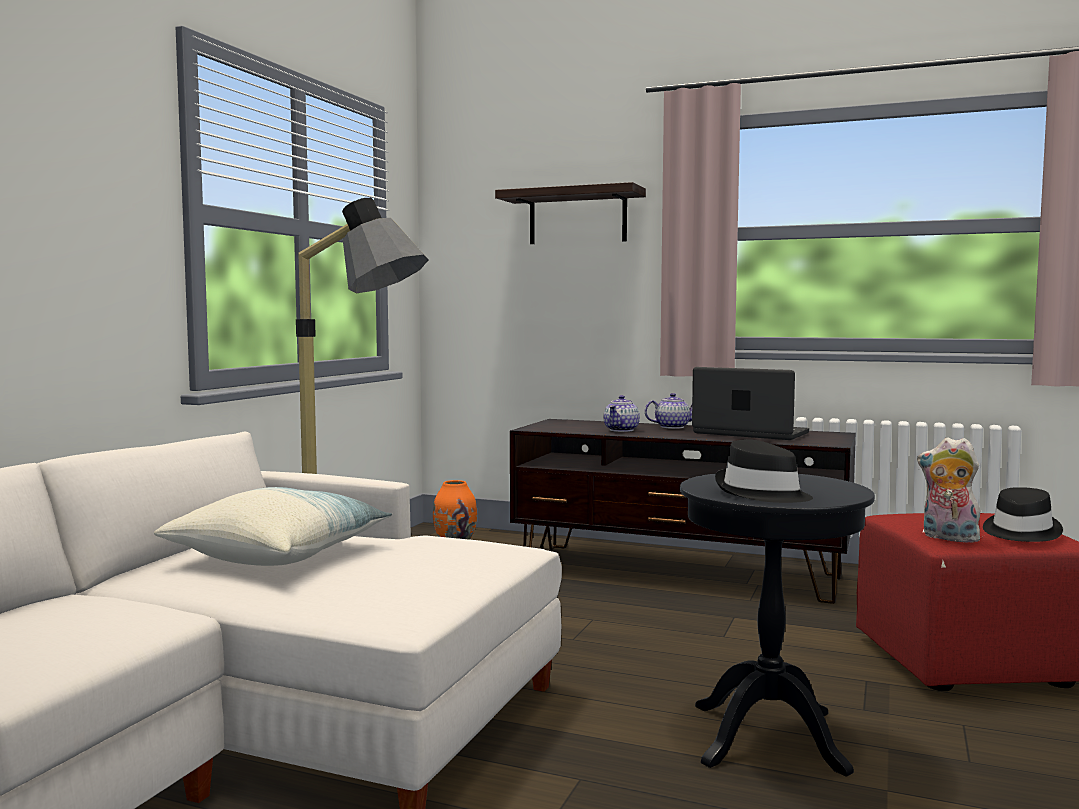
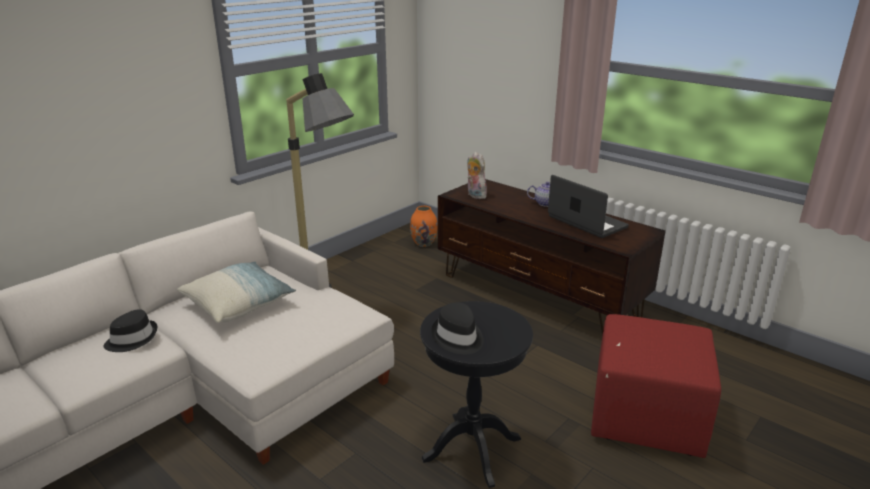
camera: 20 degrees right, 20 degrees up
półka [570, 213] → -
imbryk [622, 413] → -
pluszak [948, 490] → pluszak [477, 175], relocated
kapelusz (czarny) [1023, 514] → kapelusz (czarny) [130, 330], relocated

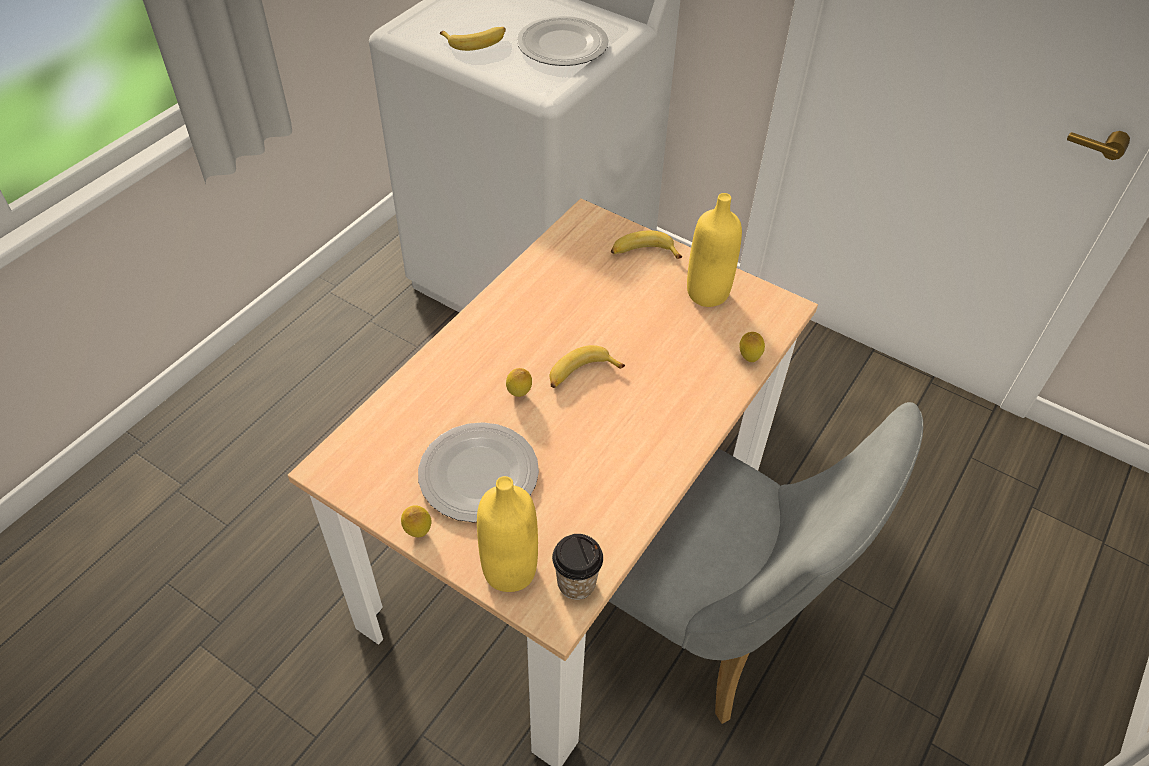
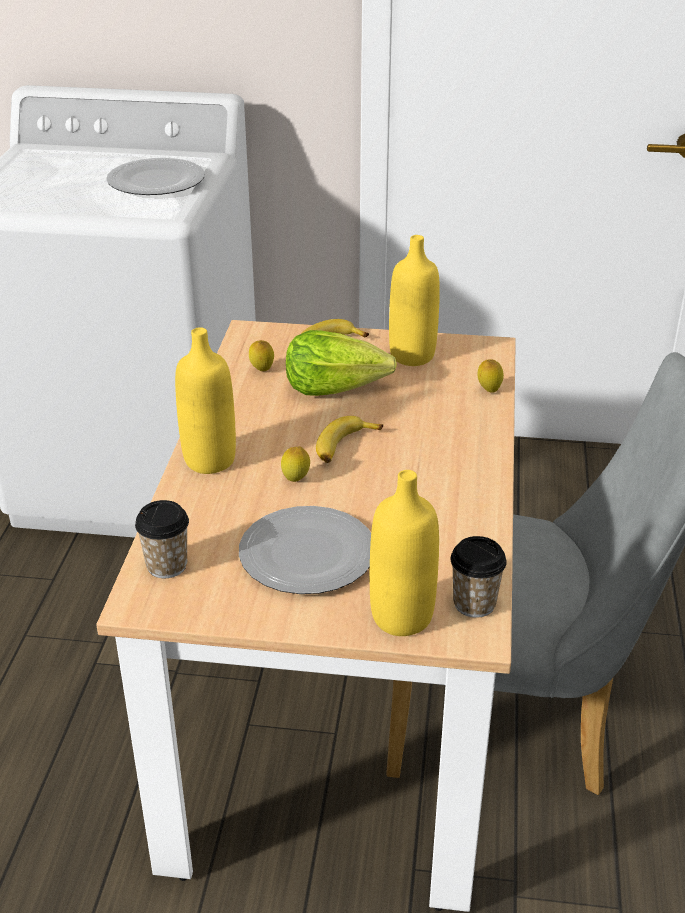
camera: 25 degrees left, 15 degrees down
banan [473, 39] → -
- → filiżanka [162, 539]
- → butelka (żółty) [205, 400]
- → sałata [341, 363]
cytryna [416, 521] → cytryna [261, 355], relocated

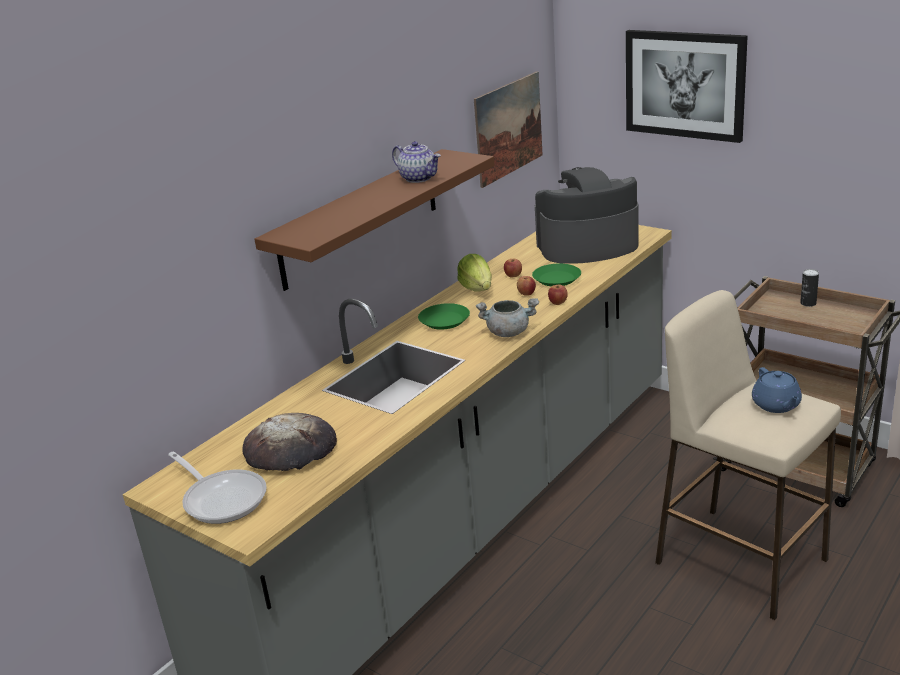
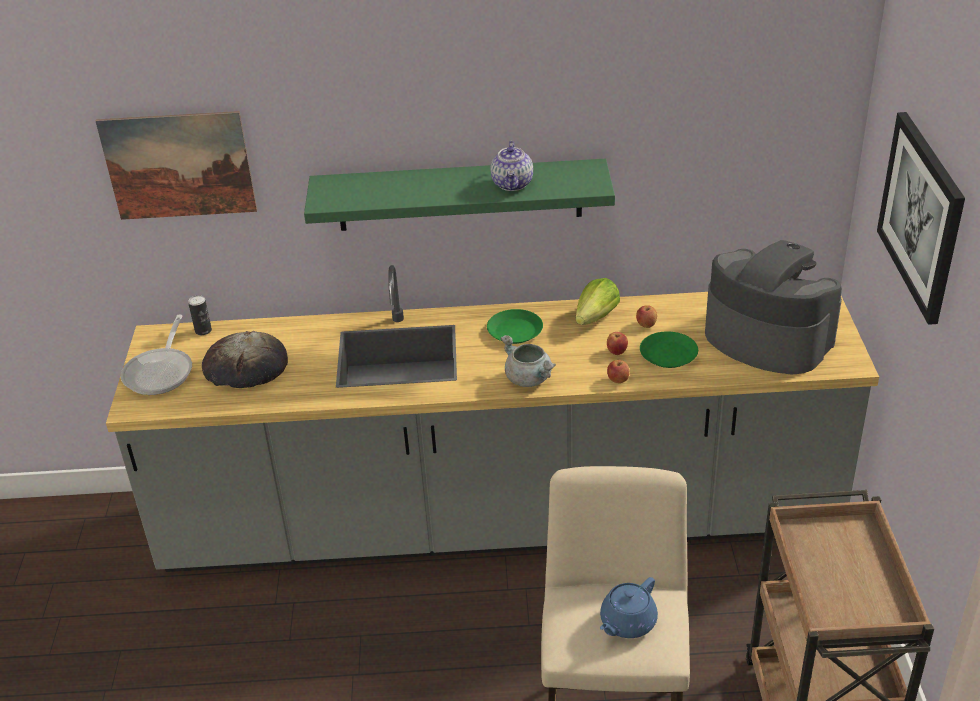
camera: 50 degrees right, 10 degrees up
obraz [508, 129] → obraz [176, 165], relocated
puszka [809, 288] → puszka [200, 315], relocated
półka (brązowy) [375, 220] → półka (zielony) [459, 195]

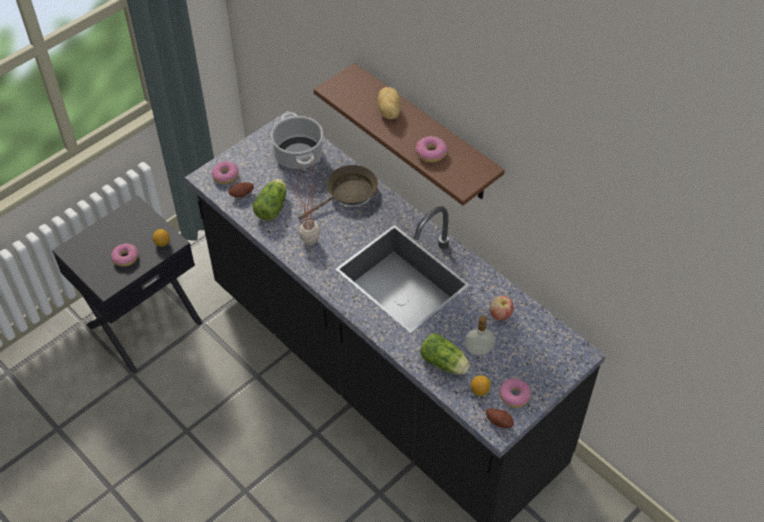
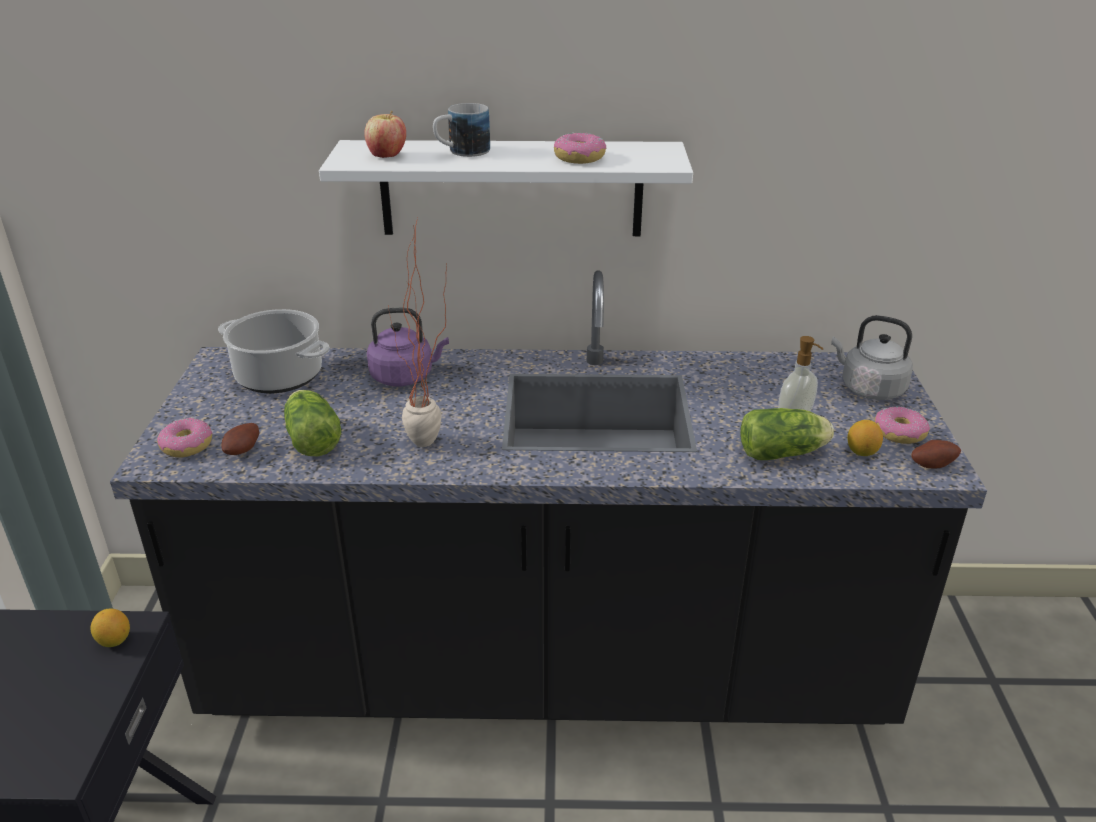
camera: 45 degrees left, 20 degrees down
donut [124, 255] → -
- → czajnik (szary) [872, 357]
jabłko [502, 308] → jabłko [385, 134], relocated
patelnia (brązowy) [338, 192] → czajnik (fioletowy) [408, 347]
ziemniak [389, 103] → kubek [461, 130]
półka (brązowy) [409, 134] → półka (biały) [506, 188]

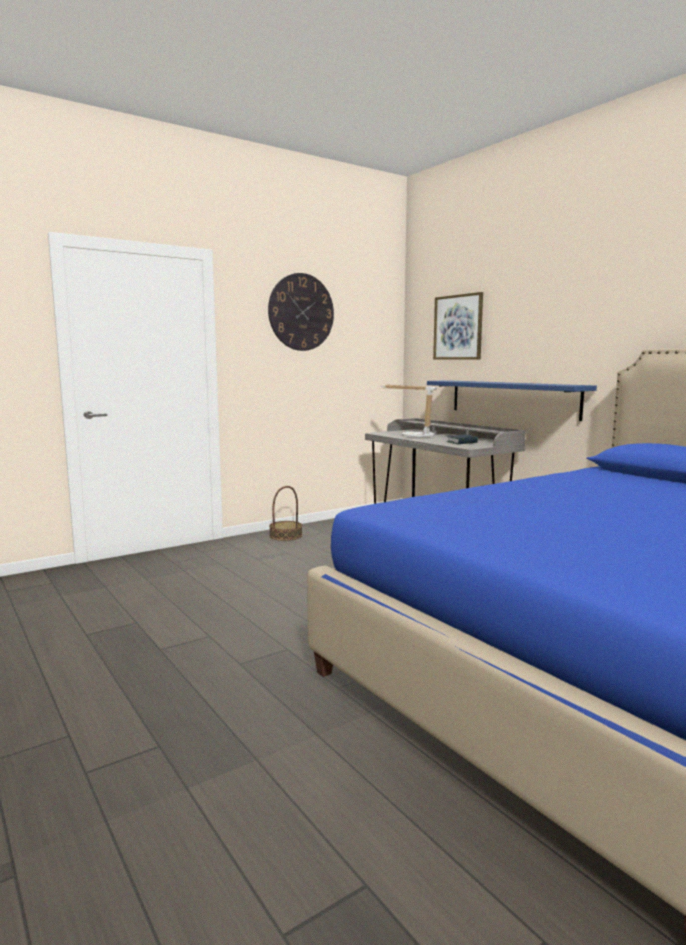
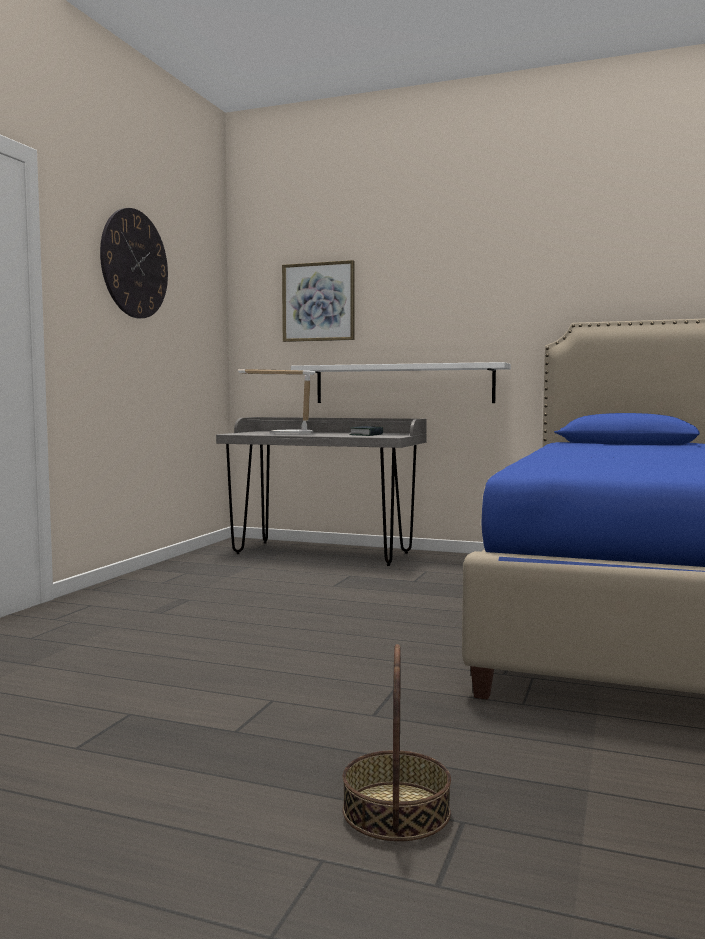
camera: 35 degrees left, 5 degrees down
koszyk [285, 513] → koszyk [397, 742], relocated
półka (niebieski) [512, 400] → półka (biały) [401, 382]

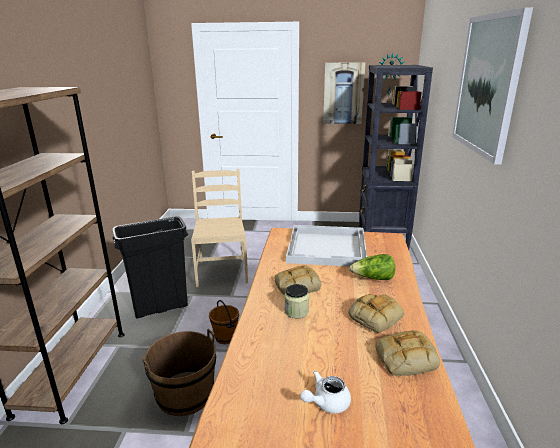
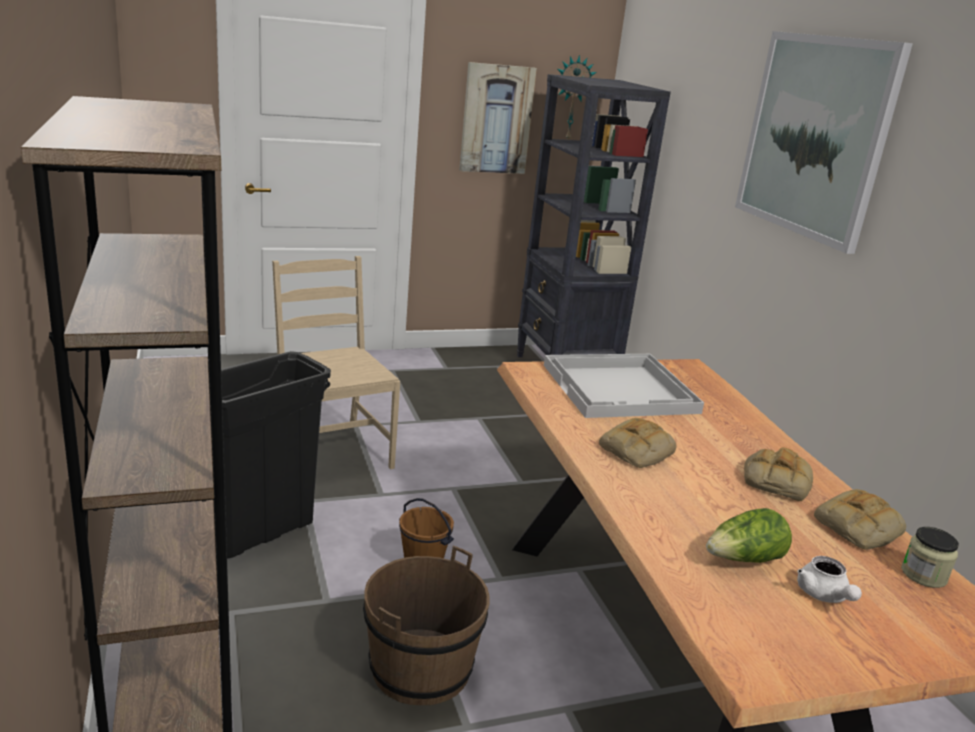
camera: 25 degrees left, 0 degrees up
słoik [297, 301] → słoik [930, 557], relocated
sałata [372, 267] → sałata [749, 535], relocated
imbryk (biały) [325, 392] → imbryk (biały) [829, 579], 45 degrees counterclockwise

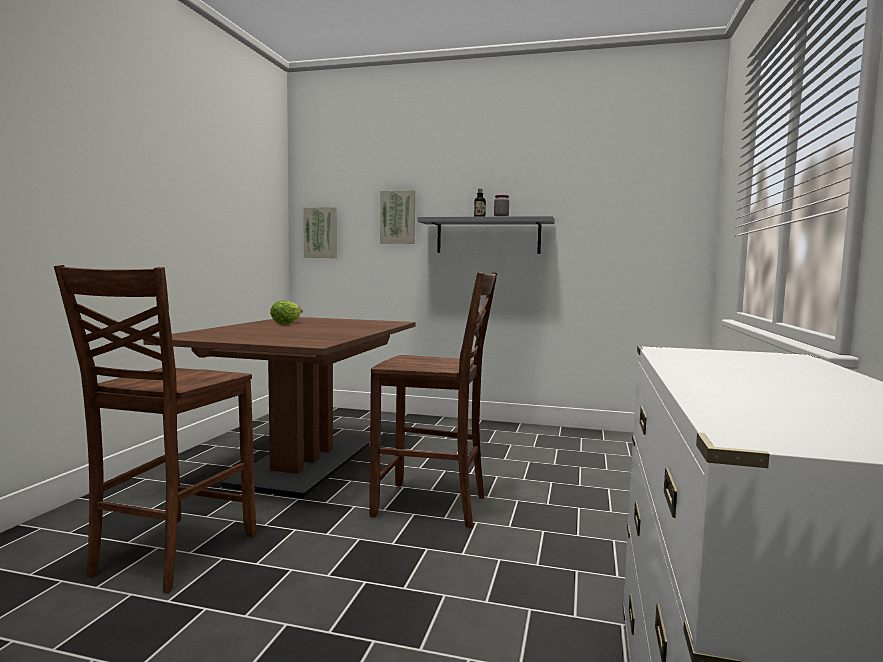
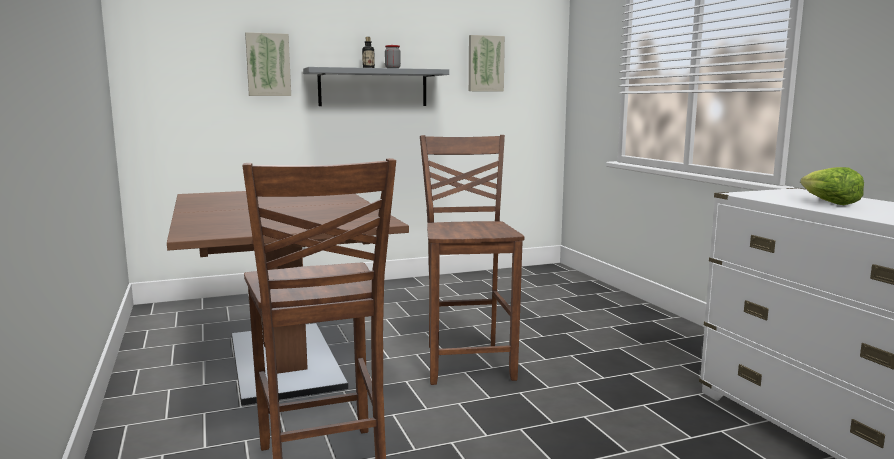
camera: 35 degrees left, 5 degrees up
sałata [286, 312] → sałata [832, 186], relocated
obraz [320, 232] → obraz [487, 63], relocated
krzesło (brązowy) [433, 400] → krzesło (brązowy) [472, 260], 75 degrees counterclockwise

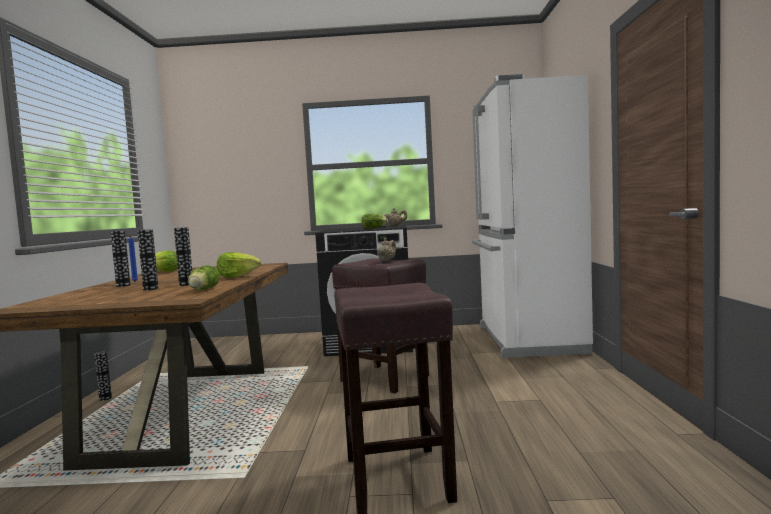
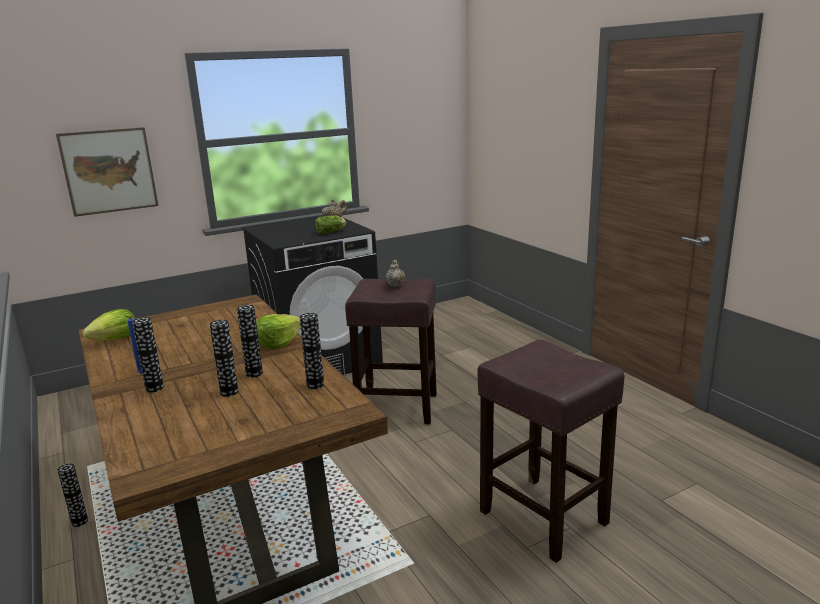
camera: 30 degrees left, 15 degrees up
lodówka (biały) [532, 216] → -
- → obraz [107, 172]
sałata [204, 277] → wazon [312, 351]

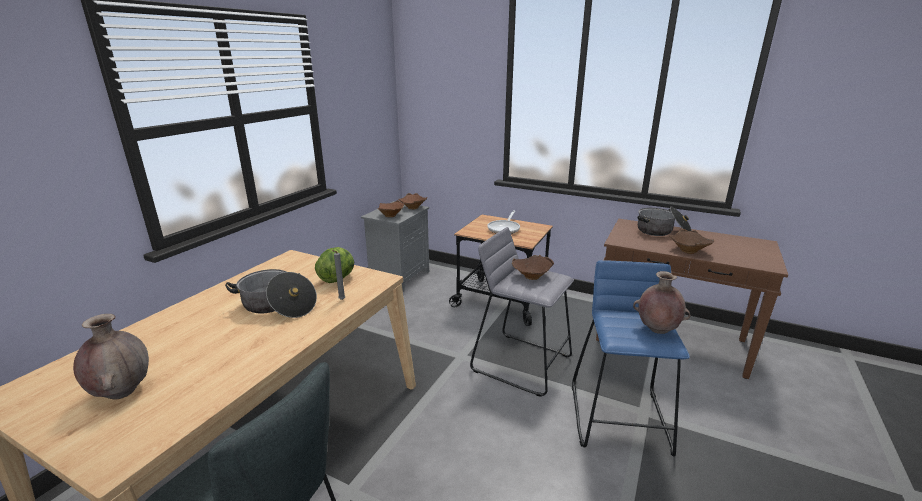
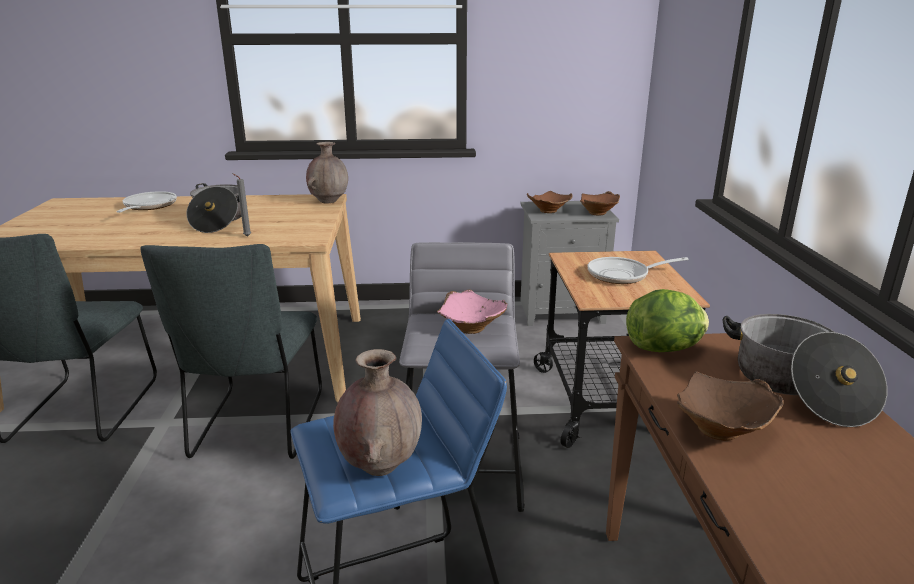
camera: 60 degrees right, 0 degrees up
- → patelnia [147, 202]
- → krzesło (szary) [231, 351]
wazon (brązowy) [111, 357] → wazon (brązowy) [327, 172], relocated
sałata [334, 265] → sałata [667, 320], relocated
miska (brązowy) [533, 267] → miska (różowy) [472, 312]

